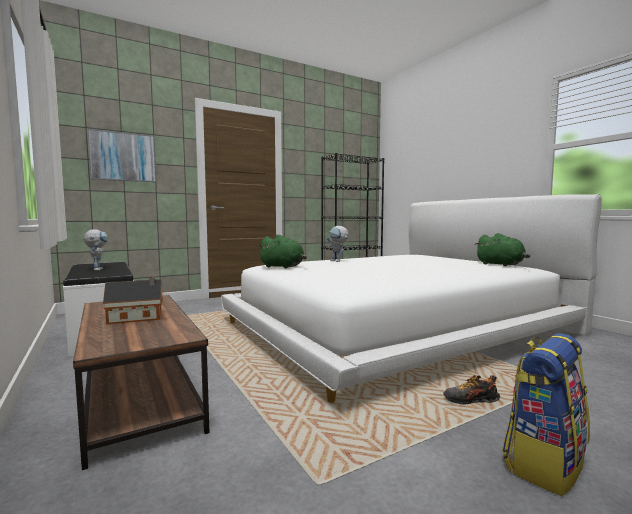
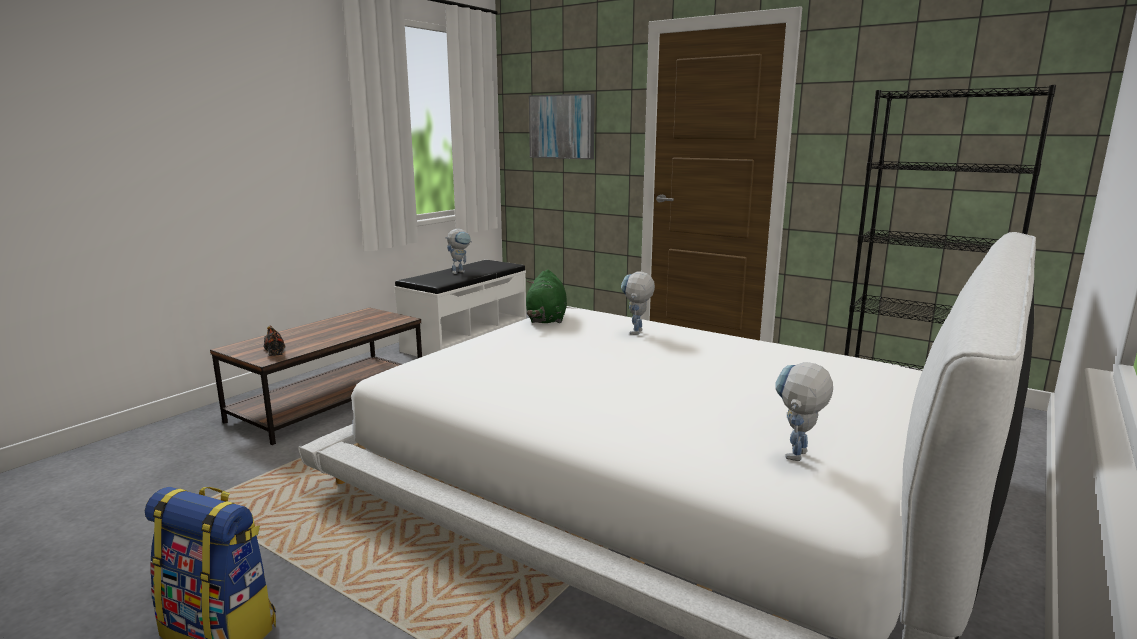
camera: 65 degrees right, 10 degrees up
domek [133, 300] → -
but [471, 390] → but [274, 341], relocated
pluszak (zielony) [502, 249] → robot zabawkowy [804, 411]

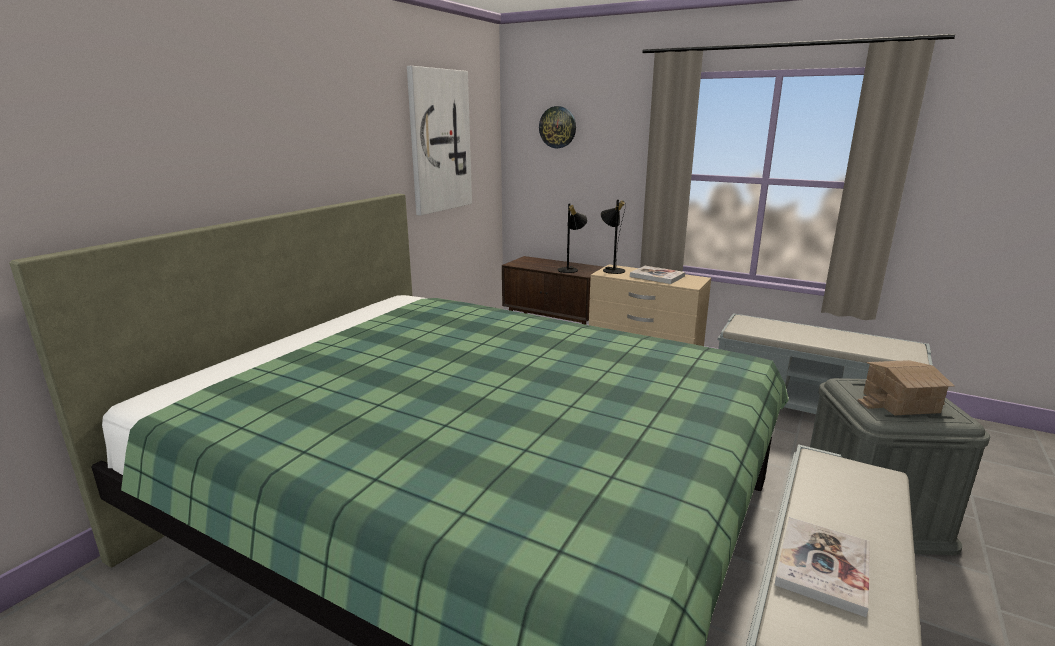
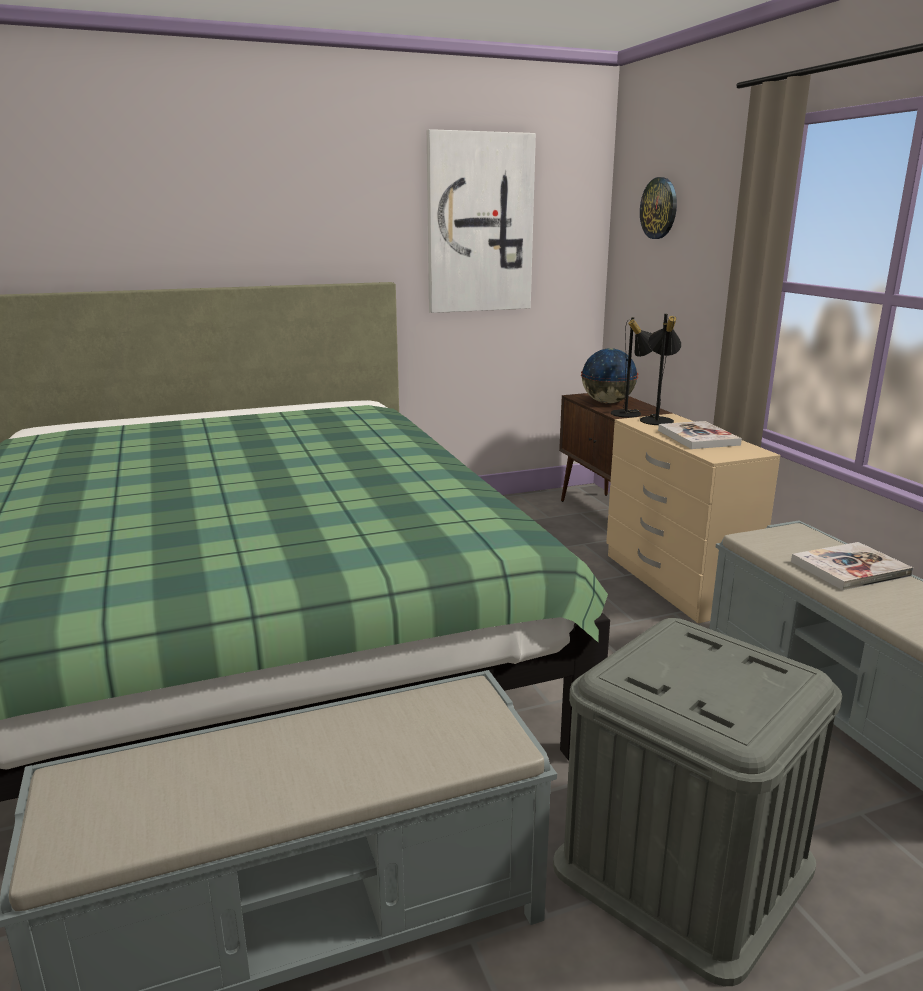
camera: 40 degrees right, 0 degrees up
domek [906, 387] → -
- → globus [609, 375]
książka [822, 567] → książka [852, 566], relocated

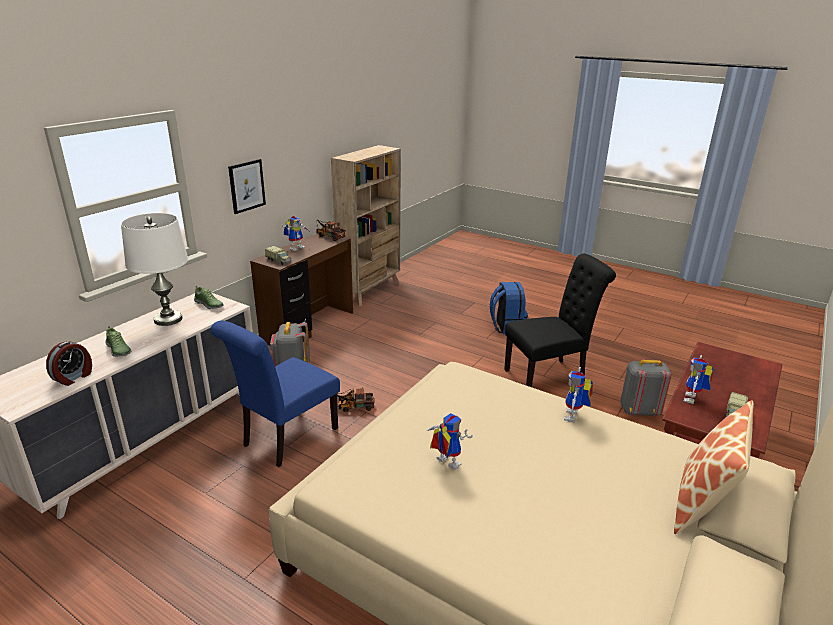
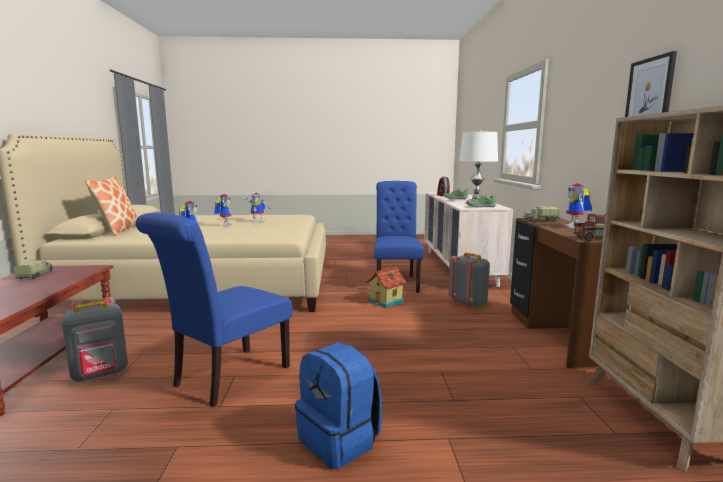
camera: 145 degrees right, 15 degrees down
obraz [247, 186] → obraz [651, 84], relocated
robot zabawkowy [699, 379] → robot zabawkowy [223, 210], relocated
ciężarówka zabawkowa [356, 399] → domek [386, 287]
krzesło (czarny) [560, 320] → krzesło (niebieski) [214, 310]

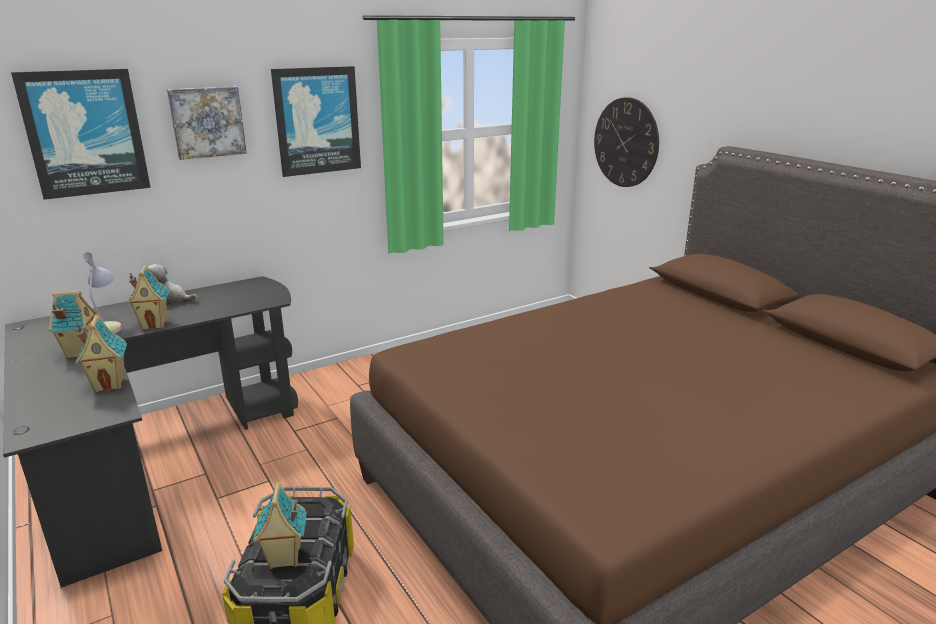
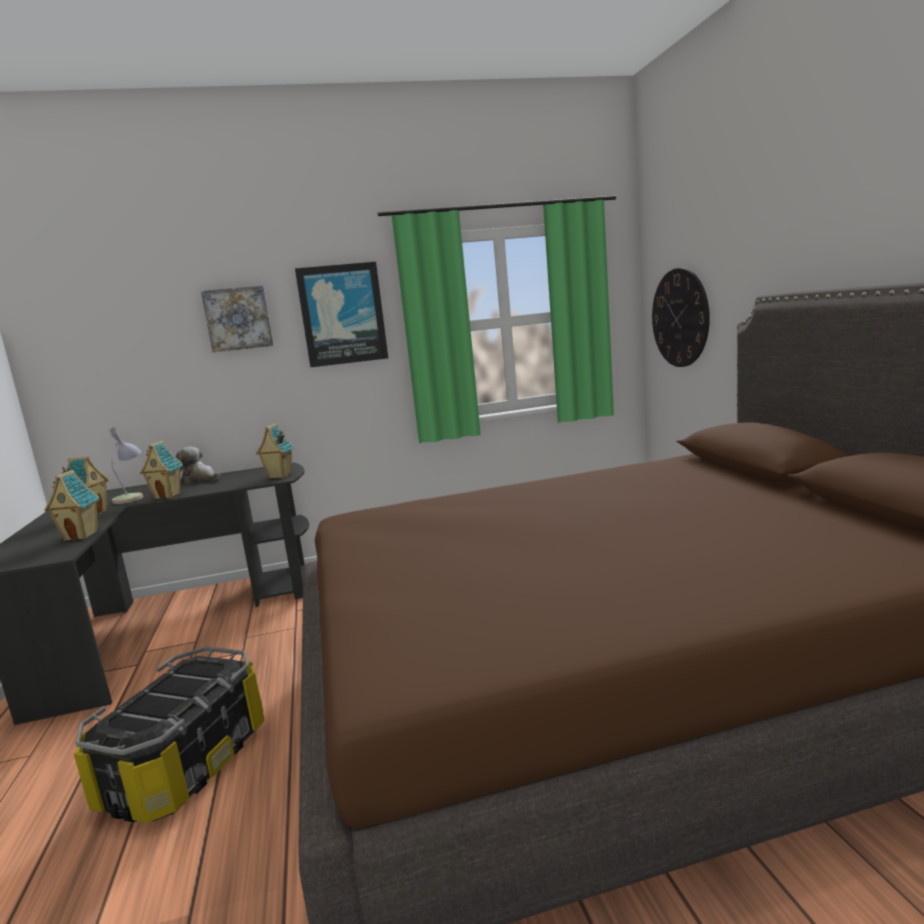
camera: 20 degrees right, 10 degrees down
obraz [81, 134] → -
domek [280, 525] → domek [275, 451], relocated

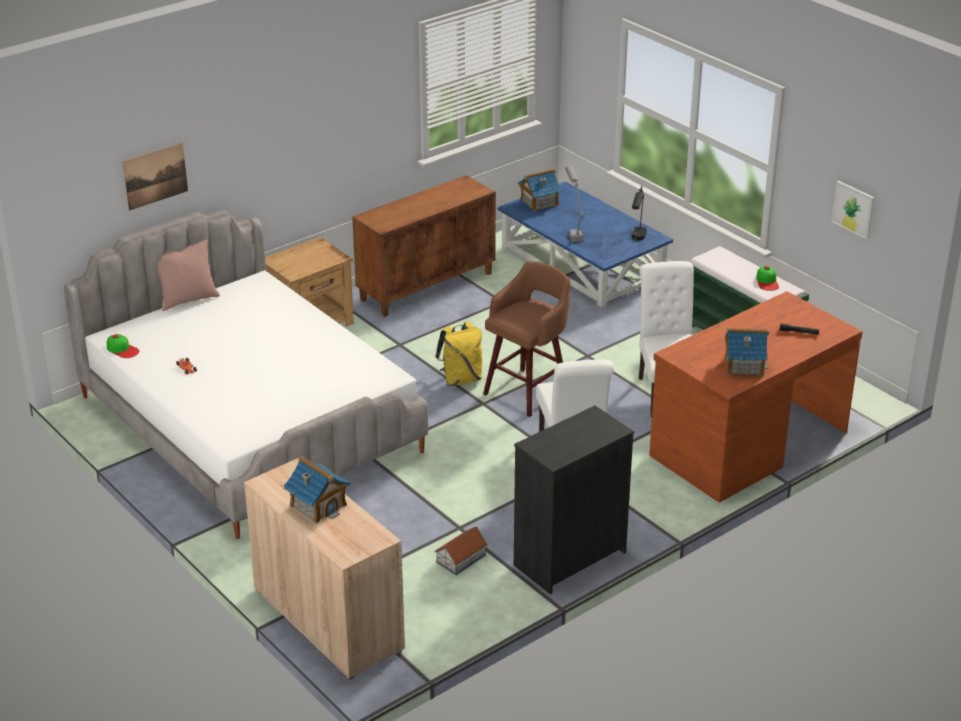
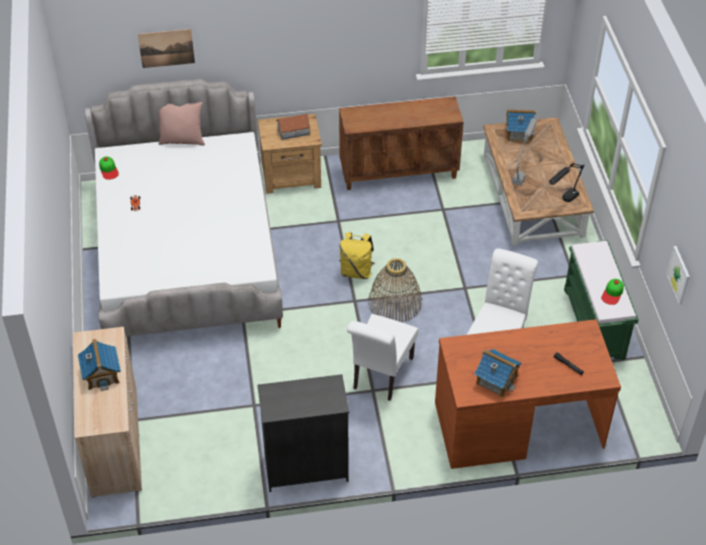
camera: 30 degrees right, 15 degrees up
domek [461, 550] → domek [293, 127], relocated
stołek (brązowy) [526, 339] → koszyk [395, 290]
ława (niebieski) [585, 244] → ława (brązowy) [538, 181]

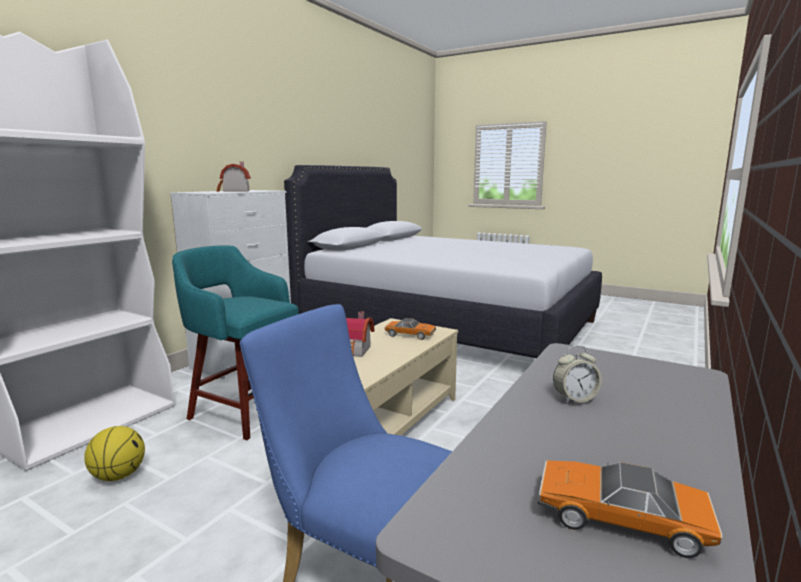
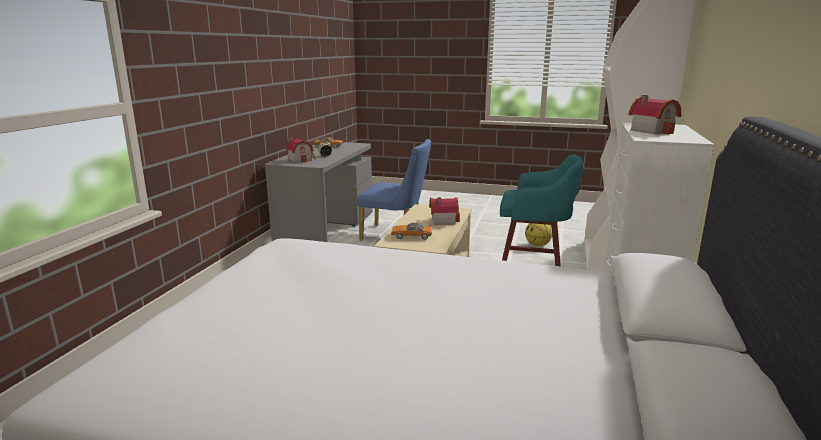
camera: 165 degrees right, 5 degrees up
- → domek [301, 150]

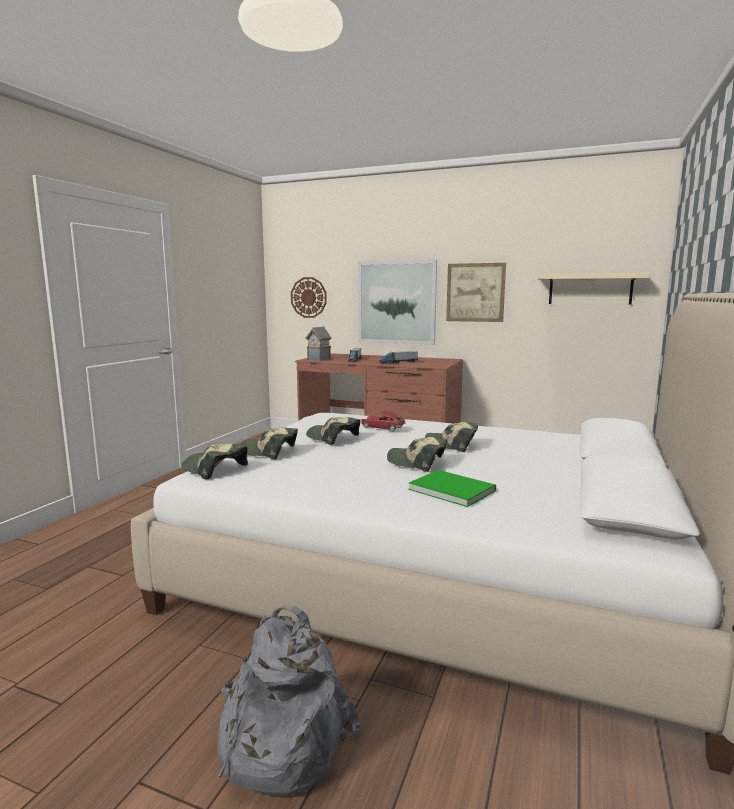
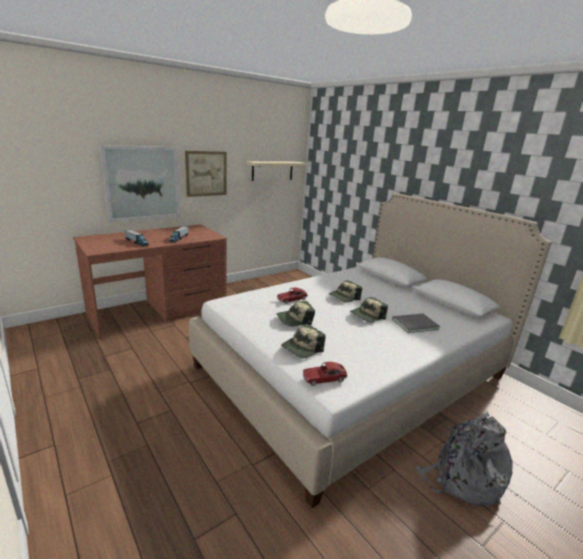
camera: 60 degrees left, 10 degrees up
zegar ścienny [309, 297] → -
domek [318, 343] → -
czapka z daszkiem [214, 461] → samochodzik [325, 374]
książka (zielony) [452, 488] → książka (szary) [416, 323]

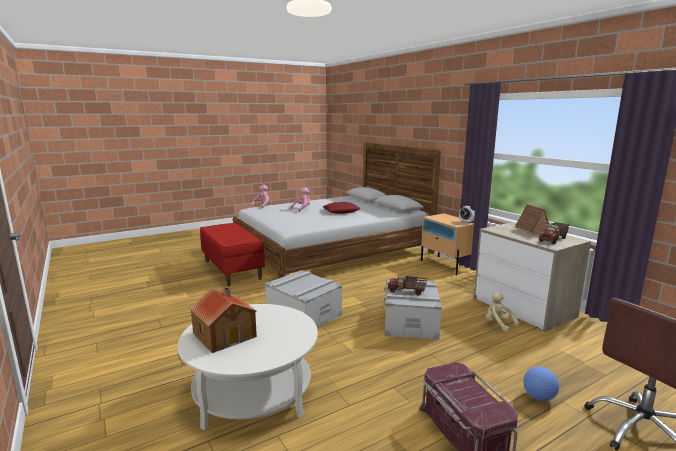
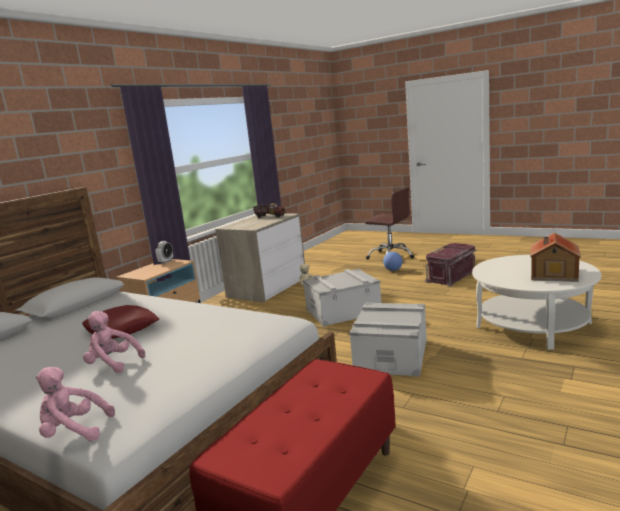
camera: 115 degrees left, 0 degrees up
ciężarówka zabawkowa [407, 285] → -
domek [531, 219] → -

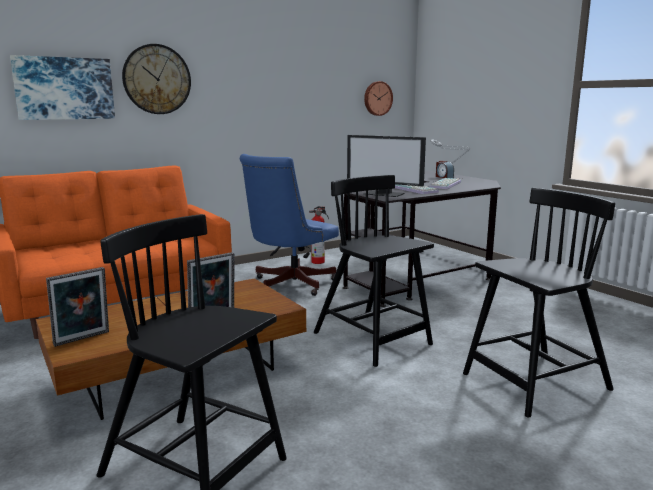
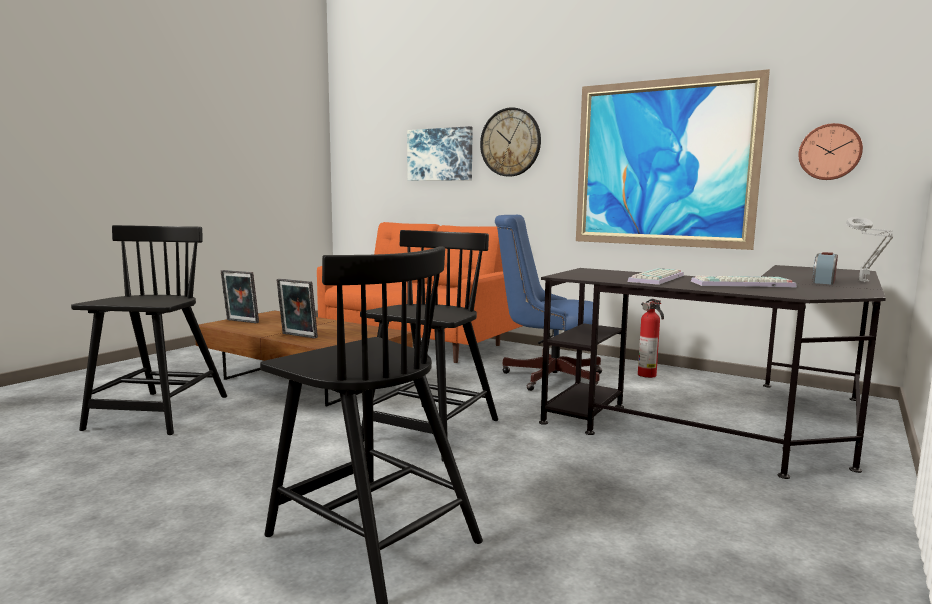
camera: 65 degrees right, 5 degrees down
monitor [386, 166] → -
- → obraz [673, 159]

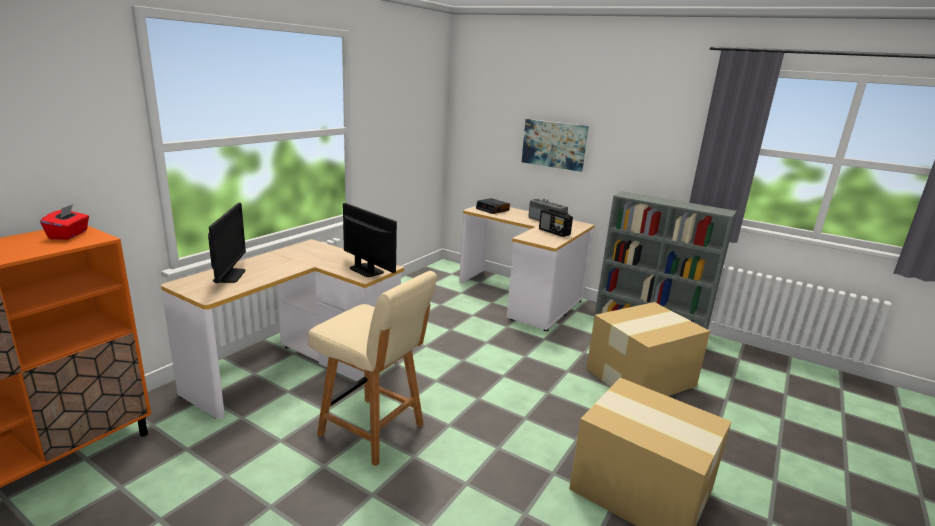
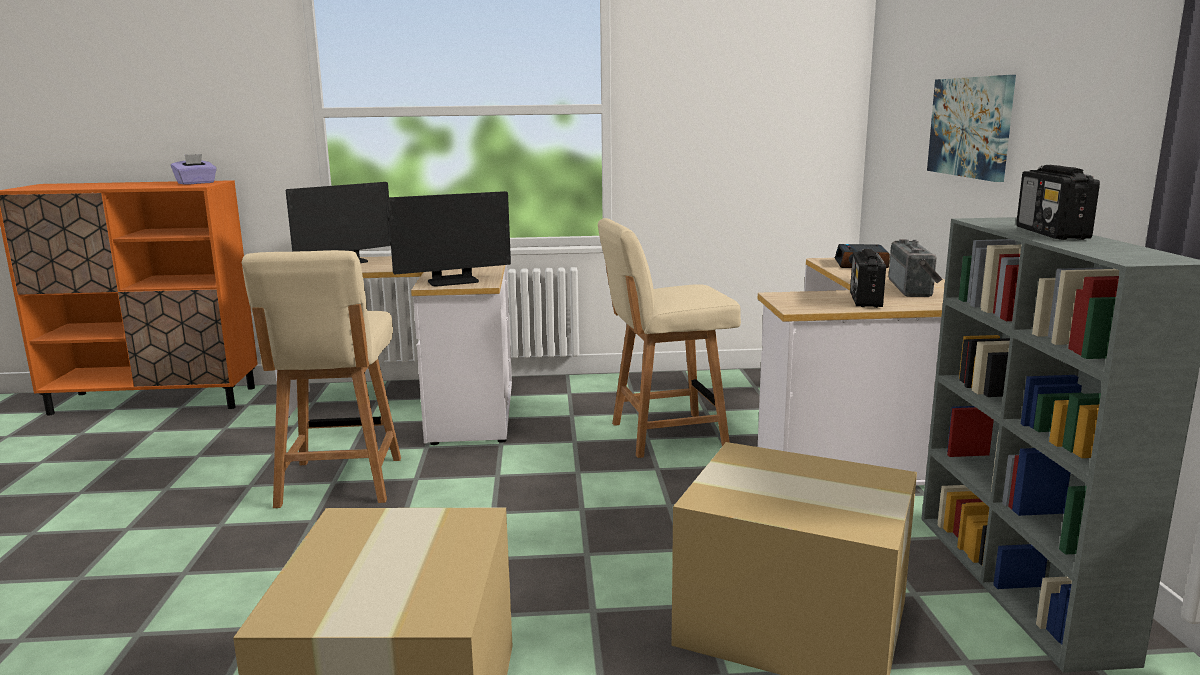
camera: 55 degrees right, 5 degrees down
- → krzesło (beżowy) [669, 338]
- → radio [1058, 202]
pudełko chusteczek (czerwony) [64, 222] → pudełko chusteczek (fioletowy) [194, 169]
monitor [370, 240] → monitor [449, 239], 60 degrees clockwise

